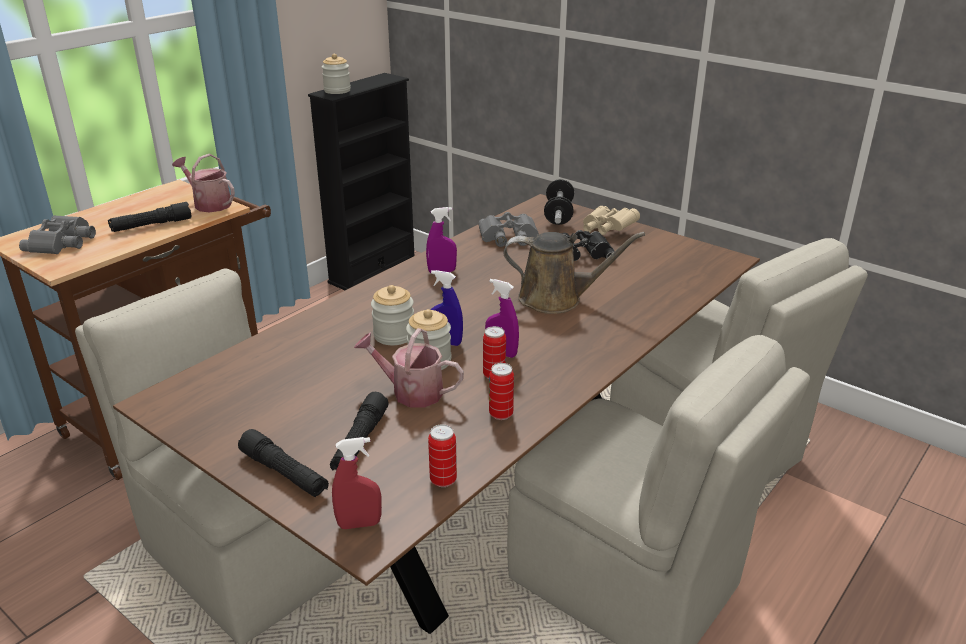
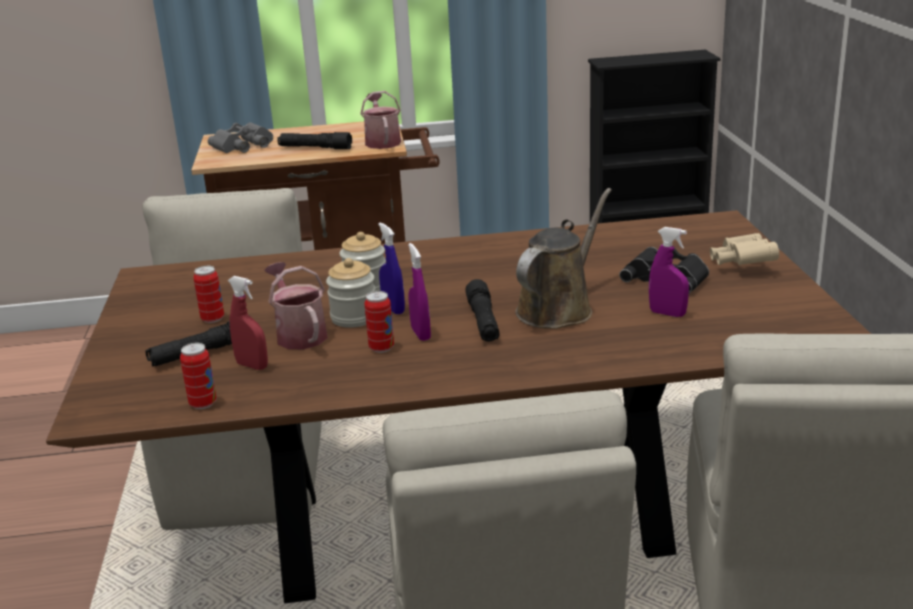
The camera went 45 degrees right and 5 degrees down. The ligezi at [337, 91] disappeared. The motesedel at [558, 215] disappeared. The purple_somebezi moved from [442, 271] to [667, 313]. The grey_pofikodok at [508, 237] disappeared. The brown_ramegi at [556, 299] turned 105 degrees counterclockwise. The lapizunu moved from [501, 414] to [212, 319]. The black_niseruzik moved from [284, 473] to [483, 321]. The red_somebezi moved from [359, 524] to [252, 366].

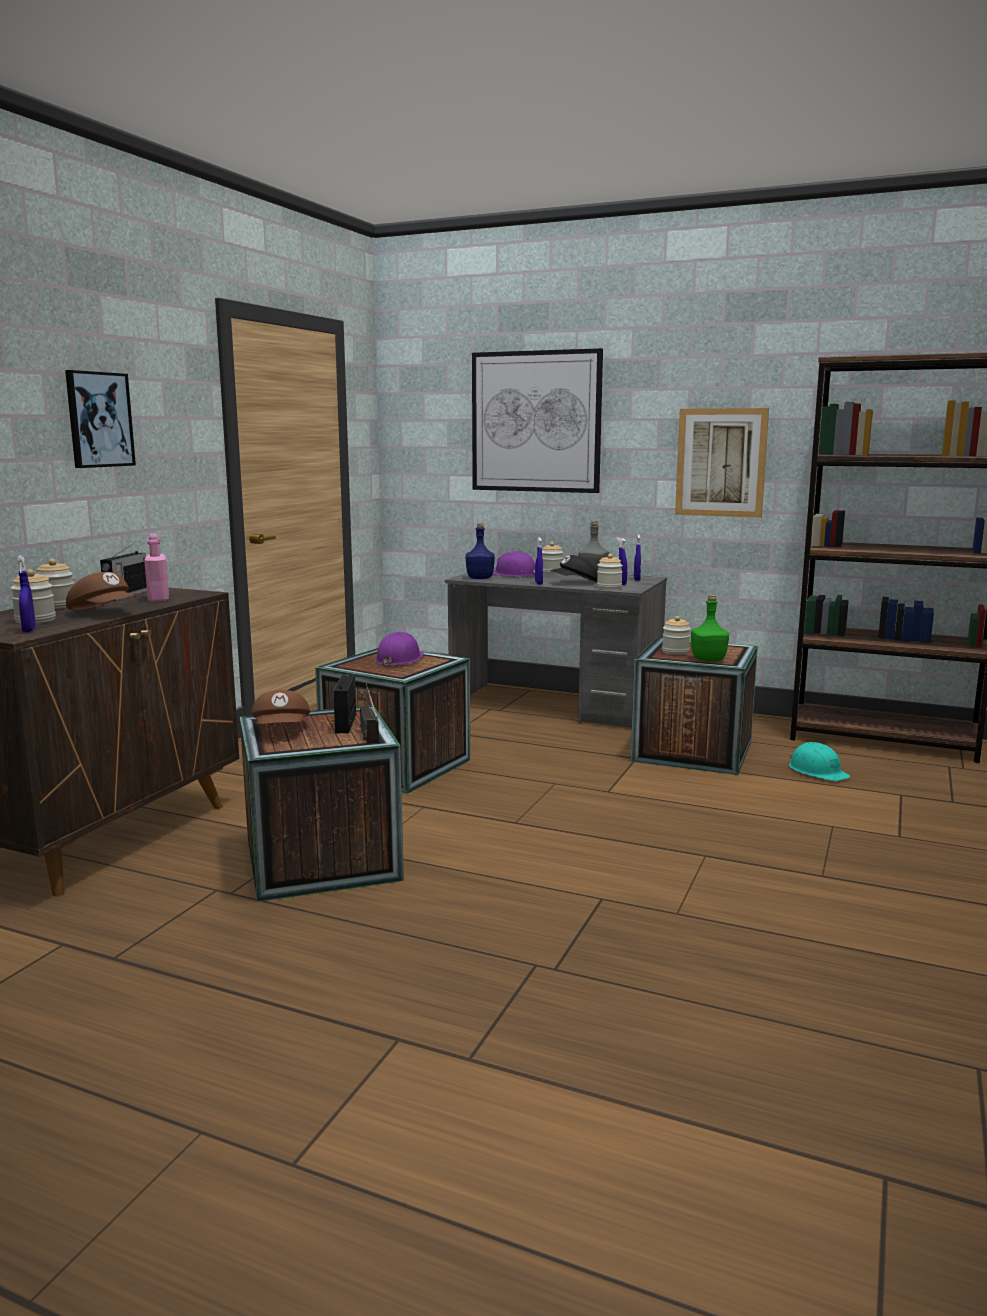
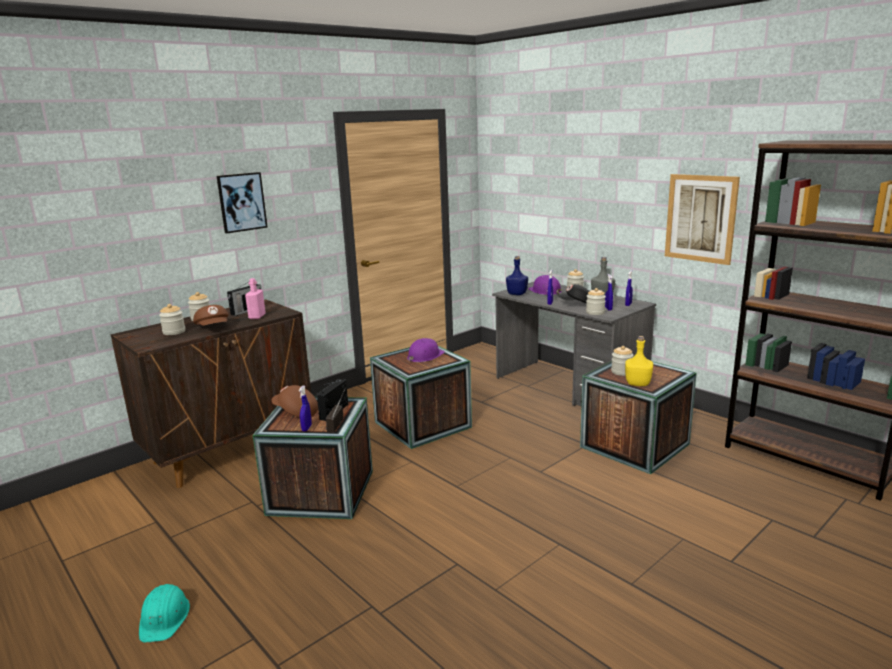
The camera went 25 degrees right and 5 degrees up. The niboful at [536, 422] disappeared. The blue_somebezi moved from [29, 630] to [306, 428]. The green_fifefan at [708, 660] became the yellow_fifefan at [638, 384]. The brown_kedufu at [282, 729] turned 105 degrees clockwise. The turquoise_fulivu moved from [817, 771] to [164, 618].

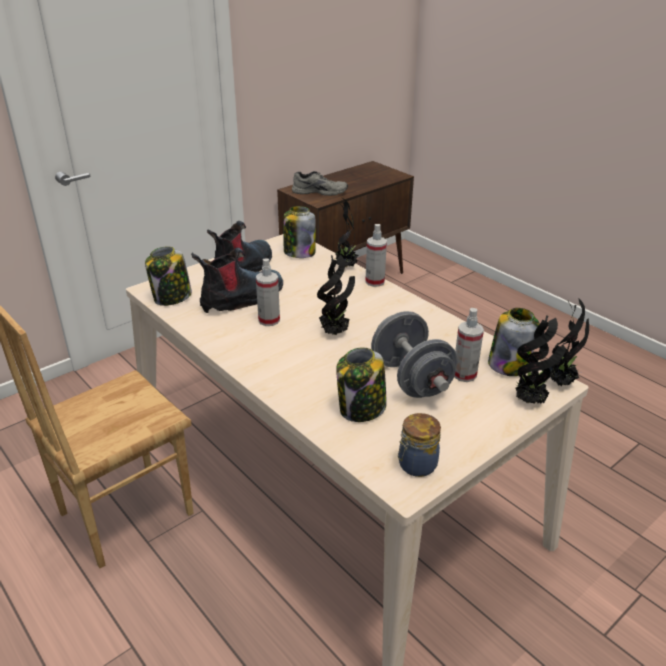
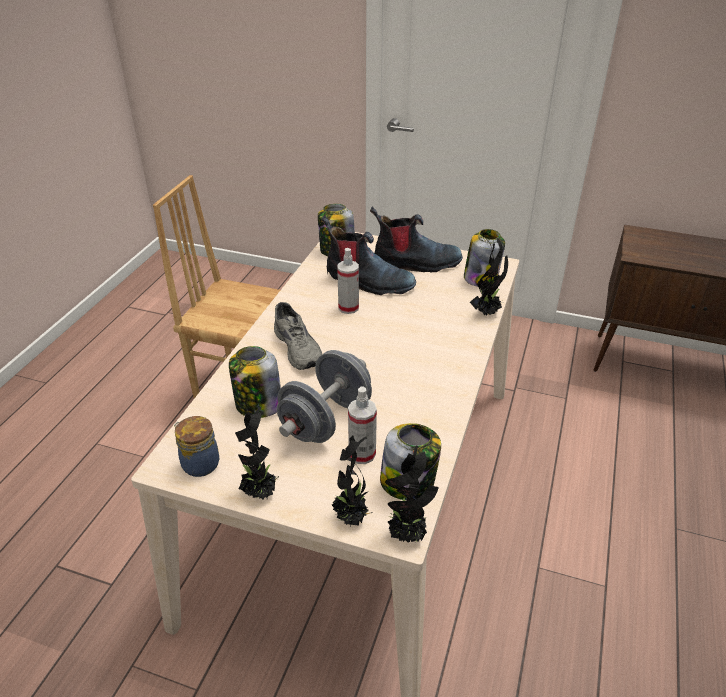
The camera went 60 degrees right and 5 degrees up. The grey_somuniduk moved from [320, 191] to [299, 347]. The somebezi at [375, 282] disappeared. The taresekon moved from [335, 333] to [260, 493].

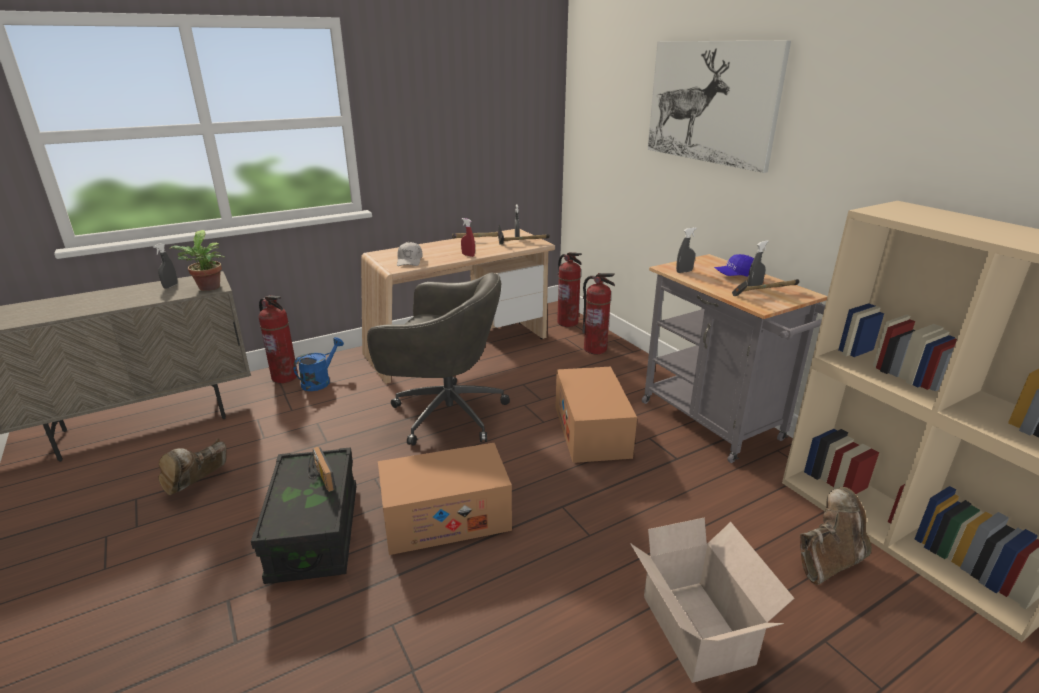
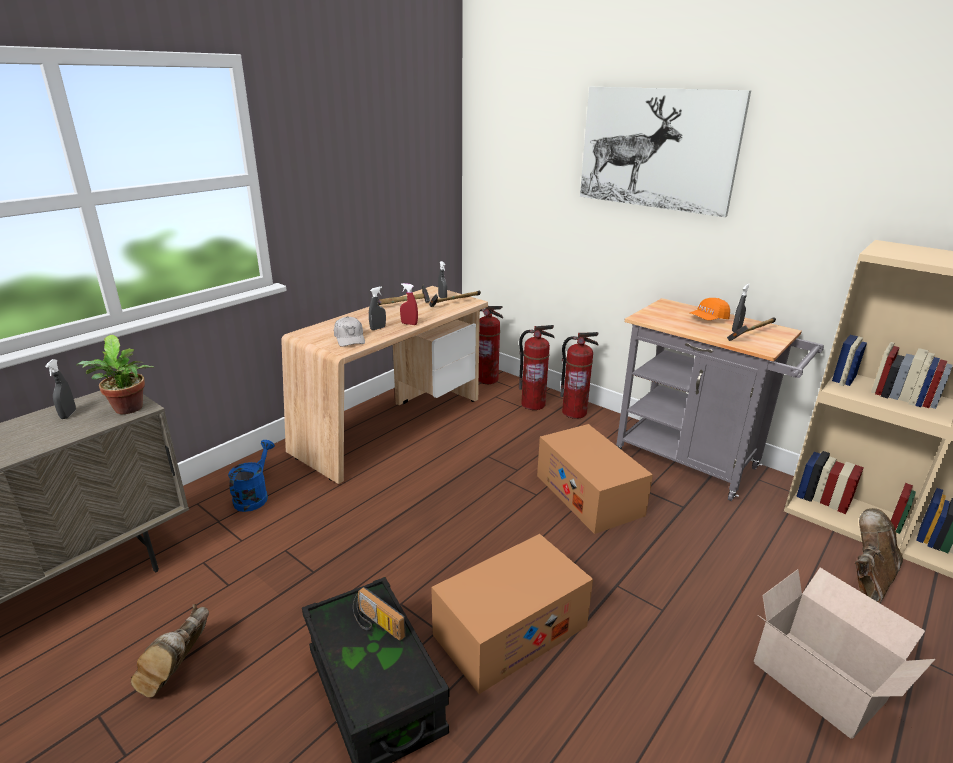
The camera went 20 degrees left and 0 degrees up. The grey_somebezi moved from [684, 271] to [378, 328]. The blue_kedufu at [735, 276] became the orange_kedufu at [708, 319]. The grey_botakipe at [445, 413] disappeared. The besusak moved from [285, 377] to [574, 412].

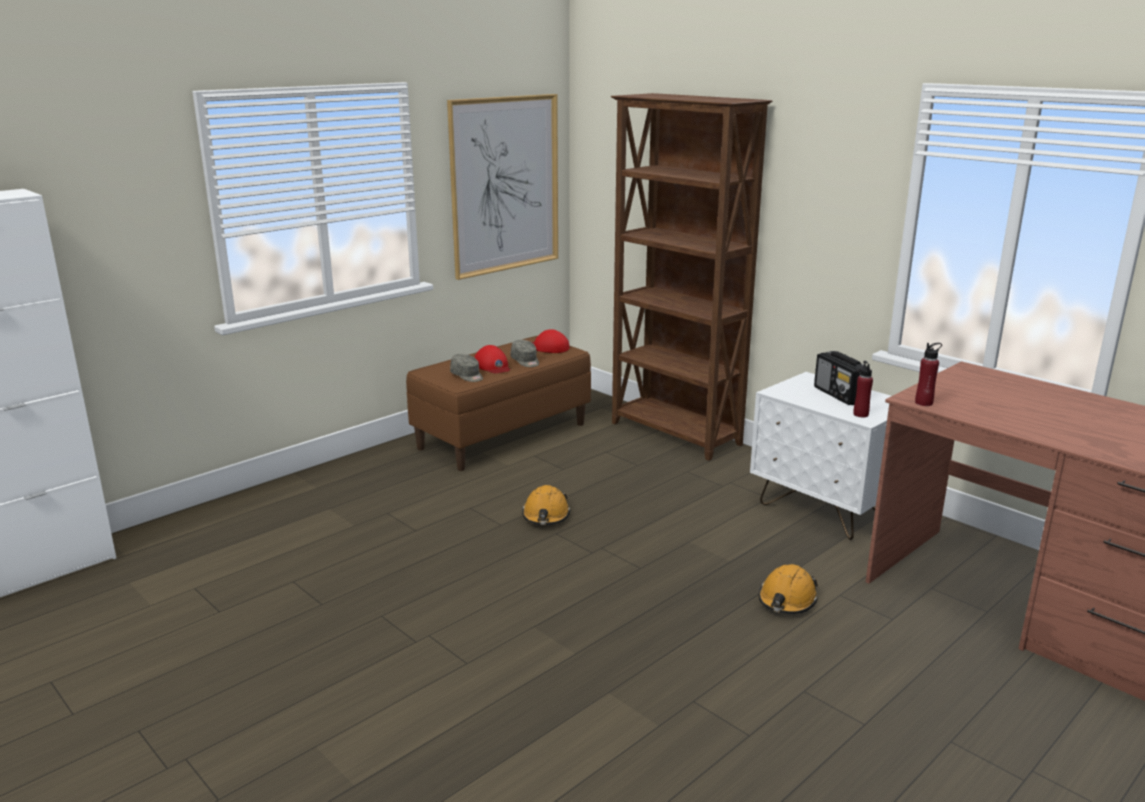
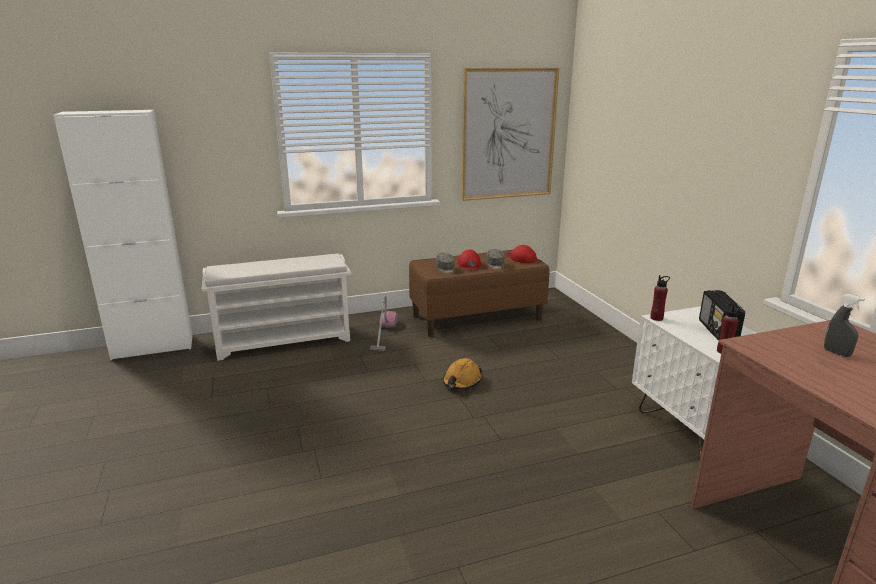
The camera went 25 degrees right and 0 degrees up. The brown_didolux at [675, 434] disappeared. The red_fifefan moved from [924, 403] to [656, 318]. The orange_fulivu at [787, 600] disappeared. The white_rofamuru at [285, 340] appeared. The grey_somebezi at [836, 353] appeared. The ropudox at [384, 334] appeared.

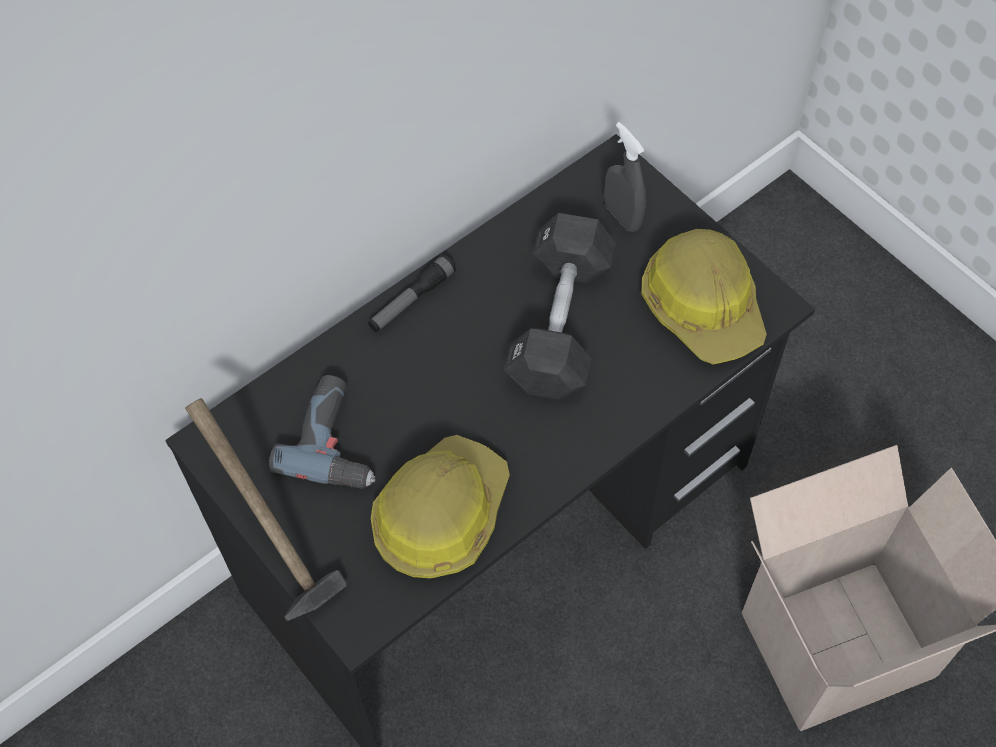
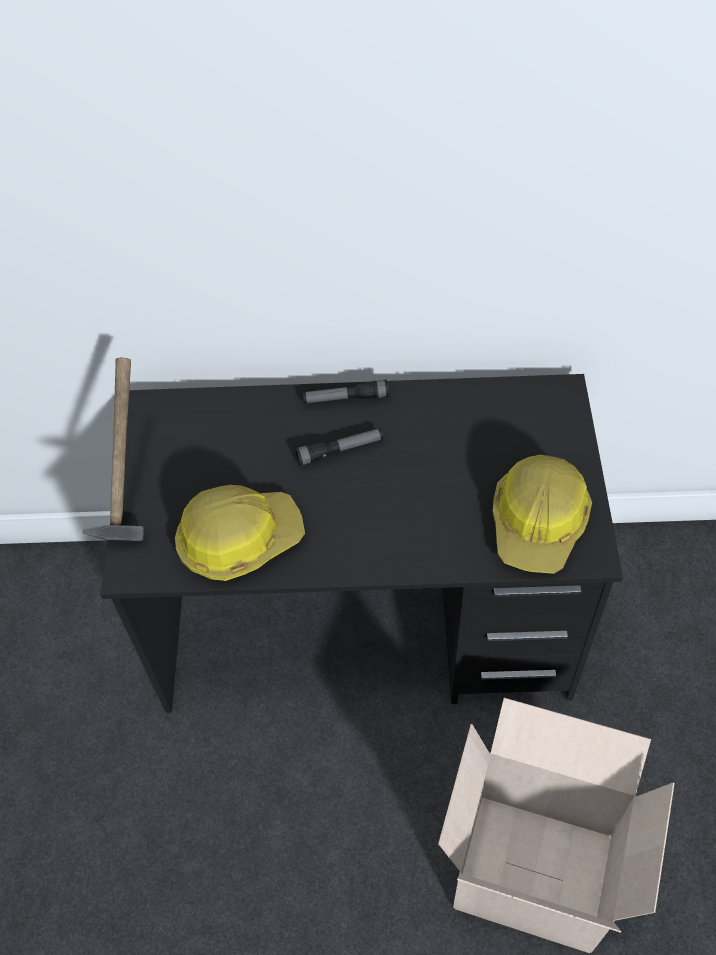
The camera went 40 degrees right and 5 degrees down. The grey_somebezi at [622, 216] disappeared. The black_motesedel at [560, 323] disappeared. The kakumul at [338, 439] disappeared. The niseruzik at [340, 450] appeared.

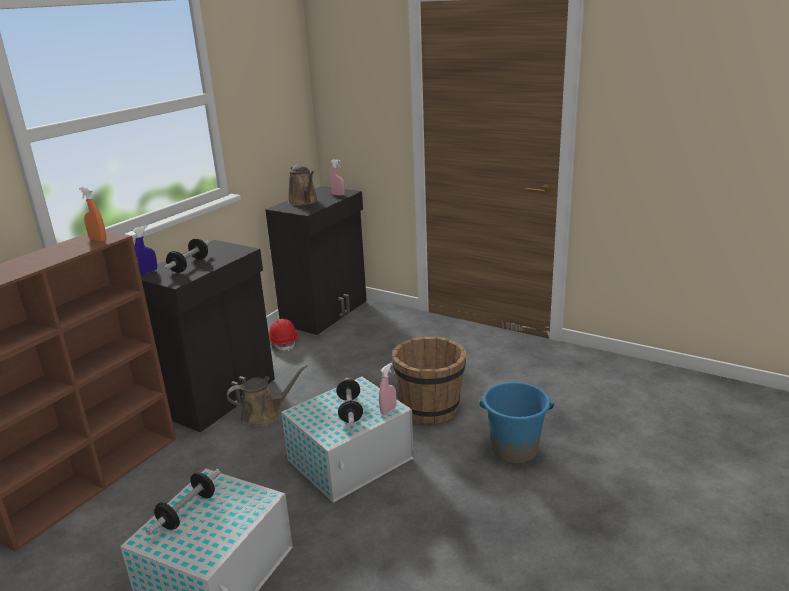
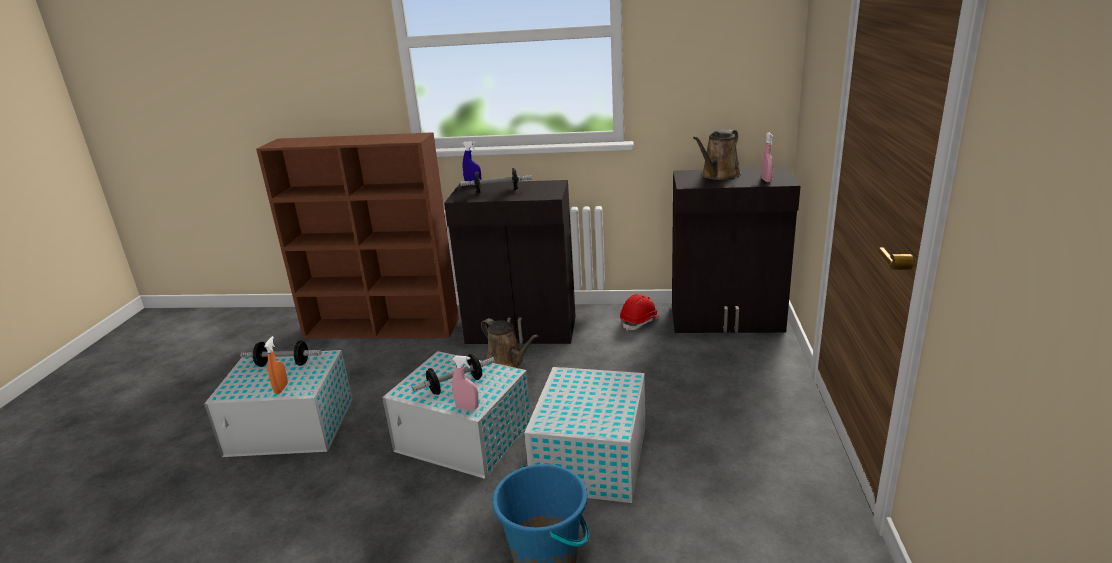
The camera went 65 degrees right and 0 degrees up. The orange_somebezi moved from [98, 240] to [281, 388]. The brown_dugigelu at [430, 408] was replaced by the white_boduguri at [590, 459].

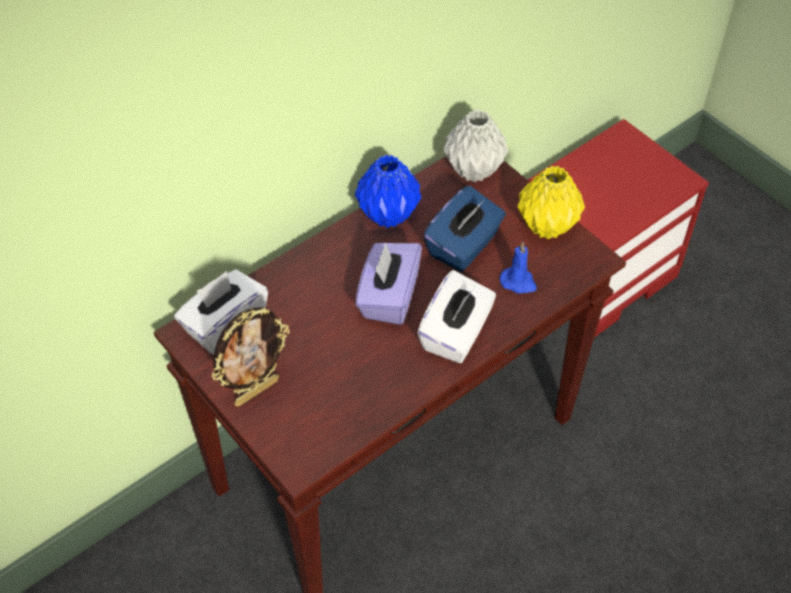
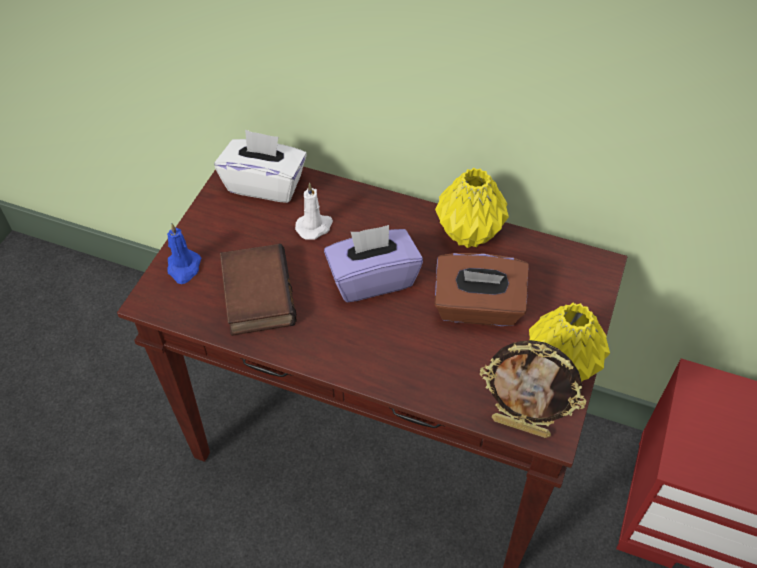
The camera went 60 degrees right and 0 degrees up. The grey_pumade at [473, 169] disappeared. The blue_pumade at [387, 216] became the yellow_pumade at [467, 233]. The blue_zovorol at [464, 246] became the brown_zovorol at [477, 308]. The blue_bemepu moved from [518, 282] to [184, 268]. The white_zovorol at [456, 334] disappeared. The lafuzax moved from [256, 391] to [521, 426]. The white_bemepu at [315, 227] appeared. The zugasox at [255, 294] appeared.

